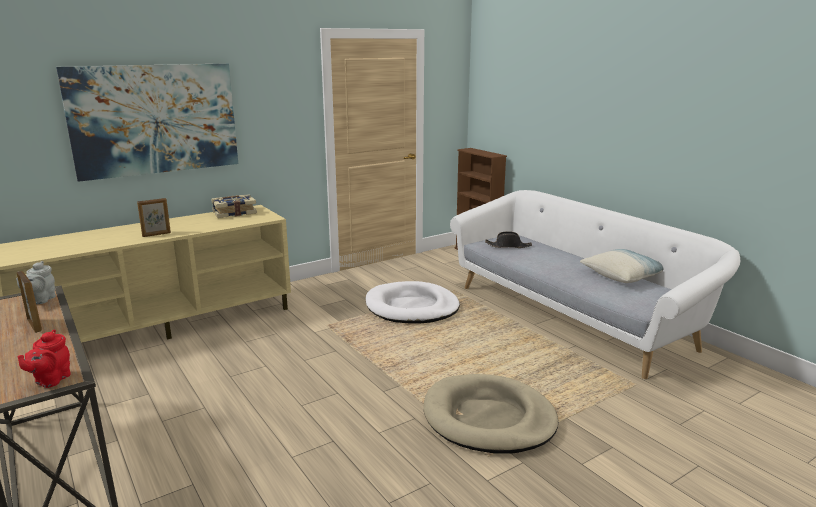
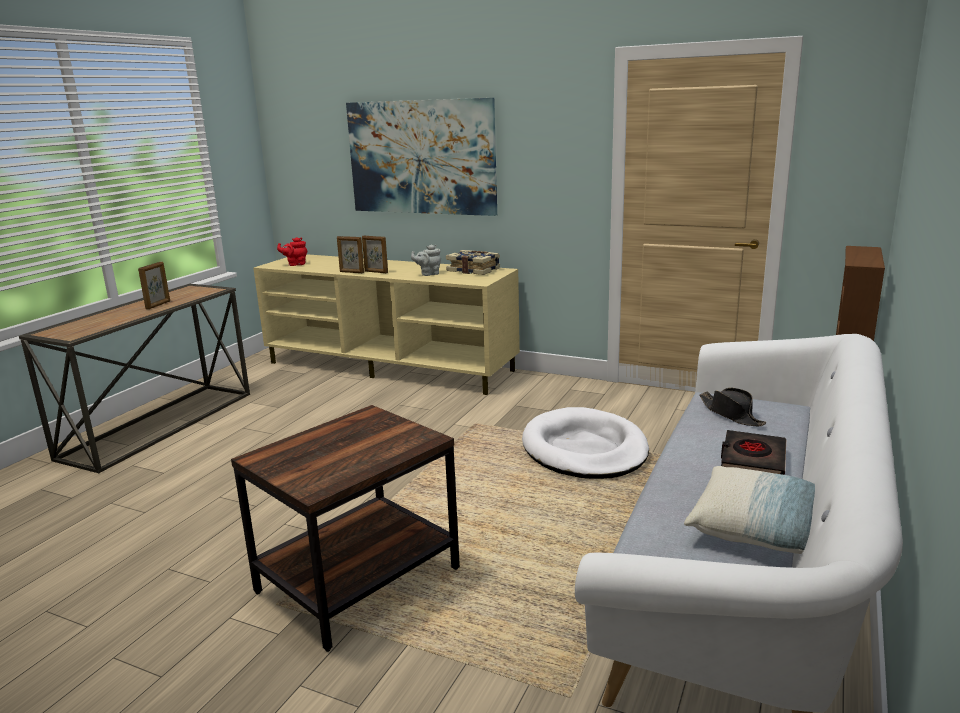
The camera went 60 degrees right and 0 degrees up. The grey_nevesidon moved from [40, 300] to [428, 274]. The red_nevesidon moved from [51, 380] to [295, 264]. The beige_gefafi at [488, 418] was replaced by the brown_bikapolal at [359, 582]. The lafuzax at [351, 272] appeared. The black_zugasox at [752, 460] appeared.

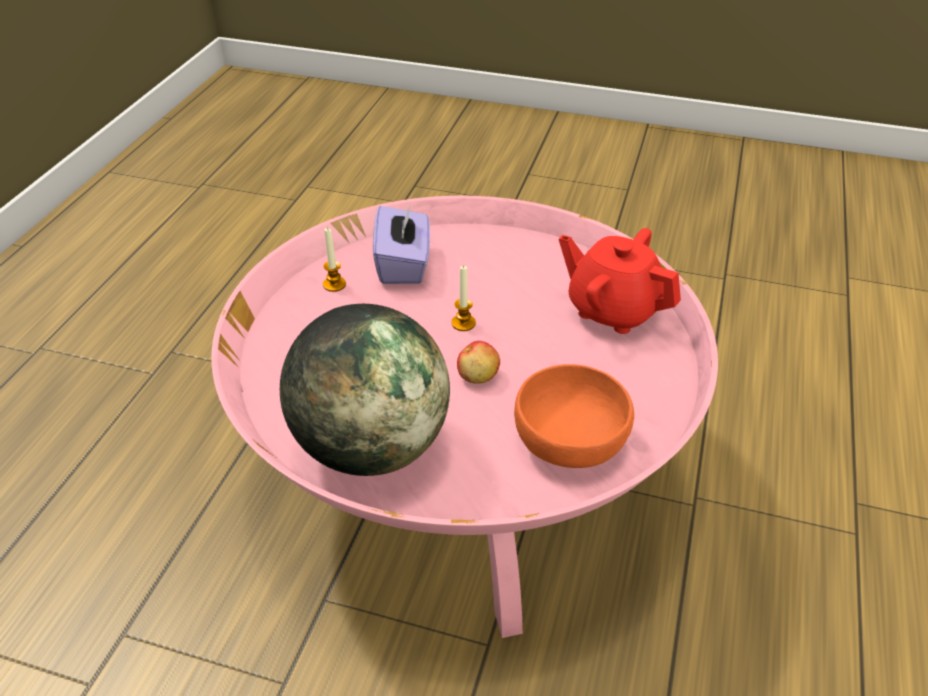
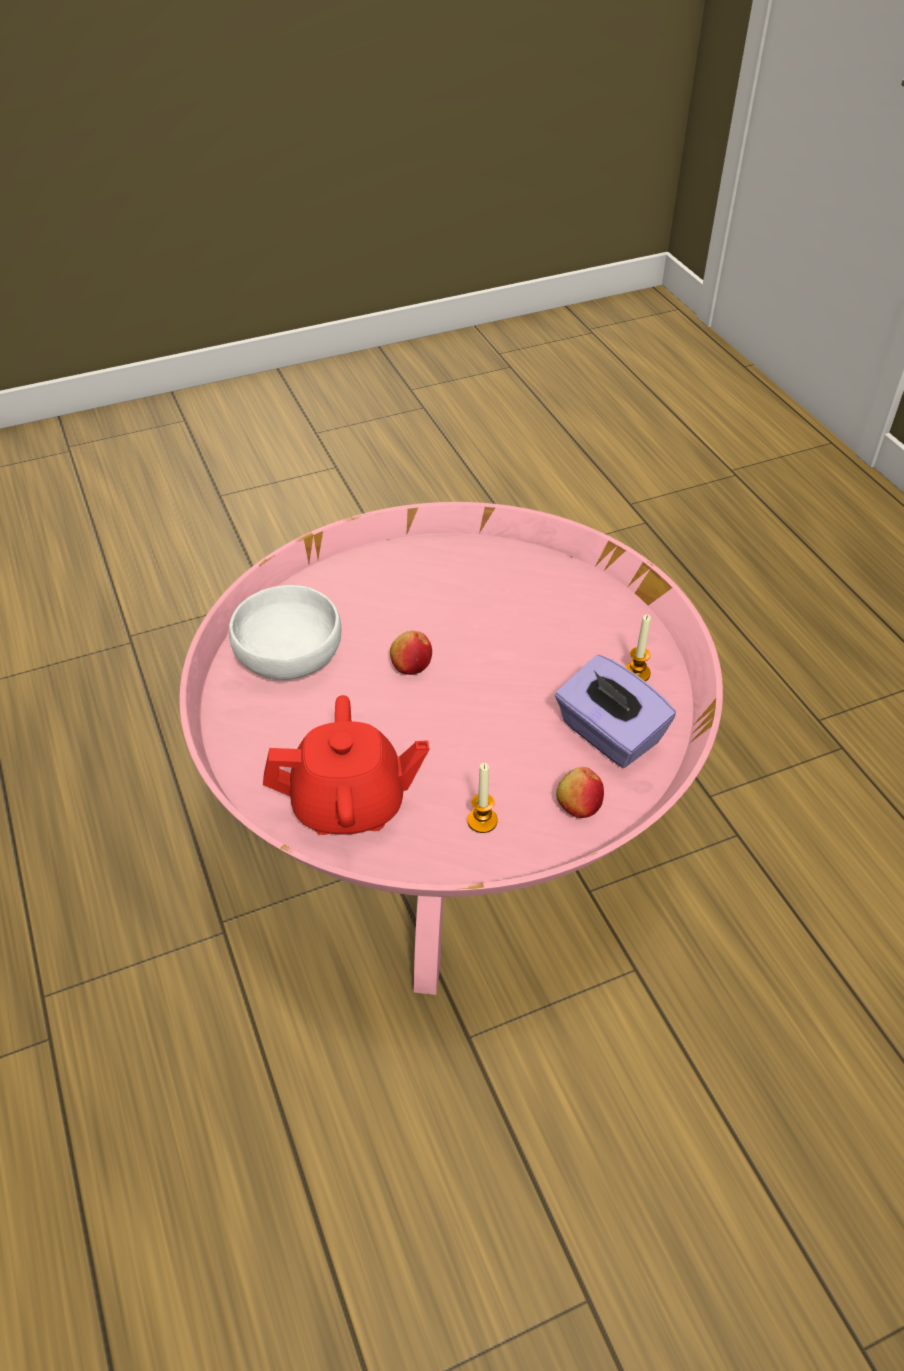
The camera went 140 degrees right and 5 degrees up. The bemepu moved from [463, 323] to [482, 821]. The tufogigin at [370, 447] disappeared. The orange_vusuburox at [569, 439] became the white_vusuburox at [291, 657]. The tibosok at [578, 805] appeared.

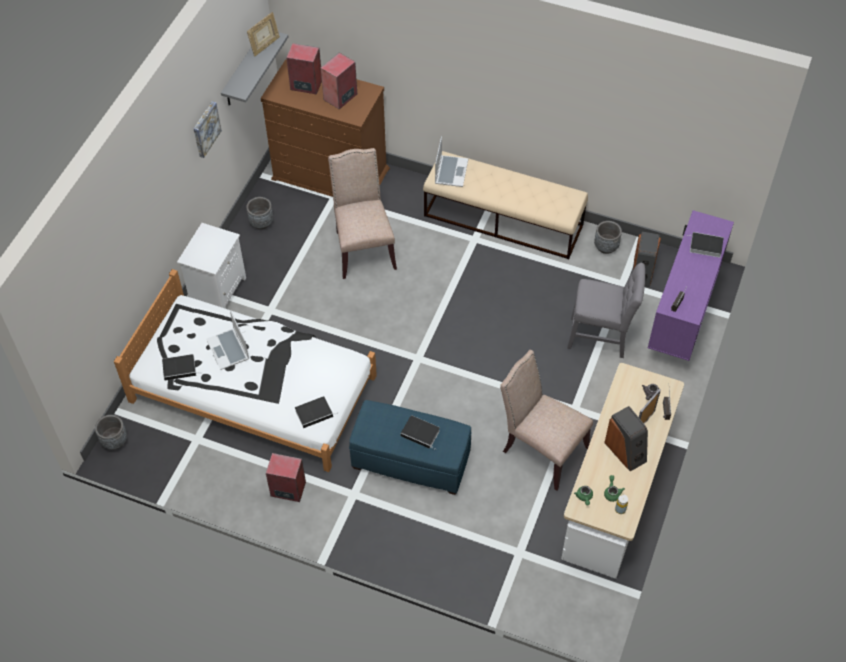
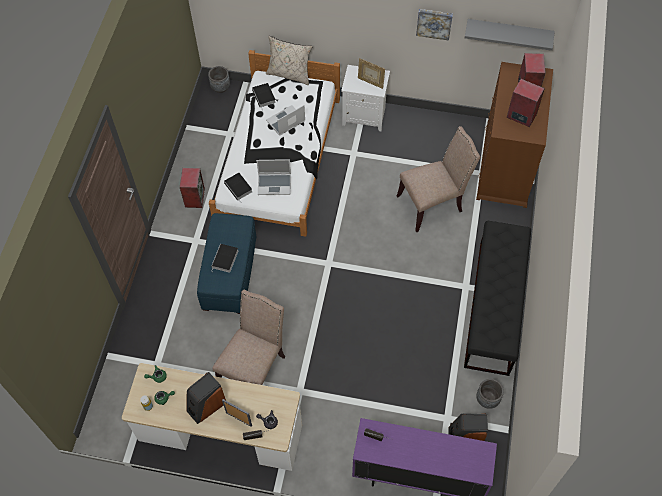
The camera went 80 degrees right and 5 degrees up. The lafuzax moved from [265, 46] to [370, 82]. The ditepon moved from [450, 171] to [275, 184]. The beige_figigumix at [503, 220] became the black_figigumix at [494, 307]. The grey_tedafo at [261, 223] disappeared. The zugasox at [705, 246] disappeared. The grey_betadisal at [601, 337] disappeared. The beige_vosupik at [289, 74] appeared.

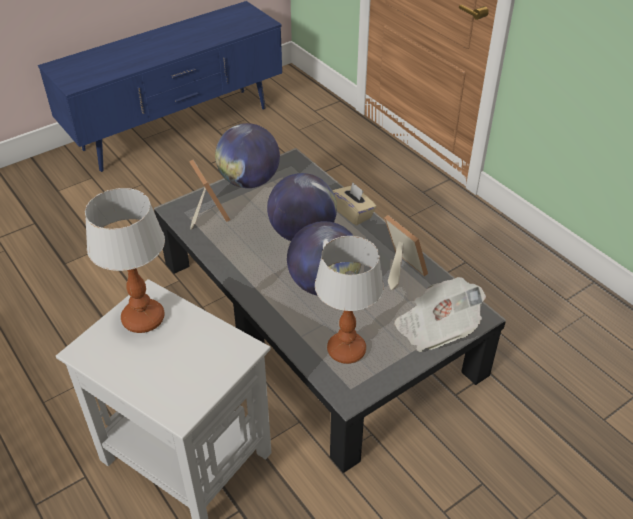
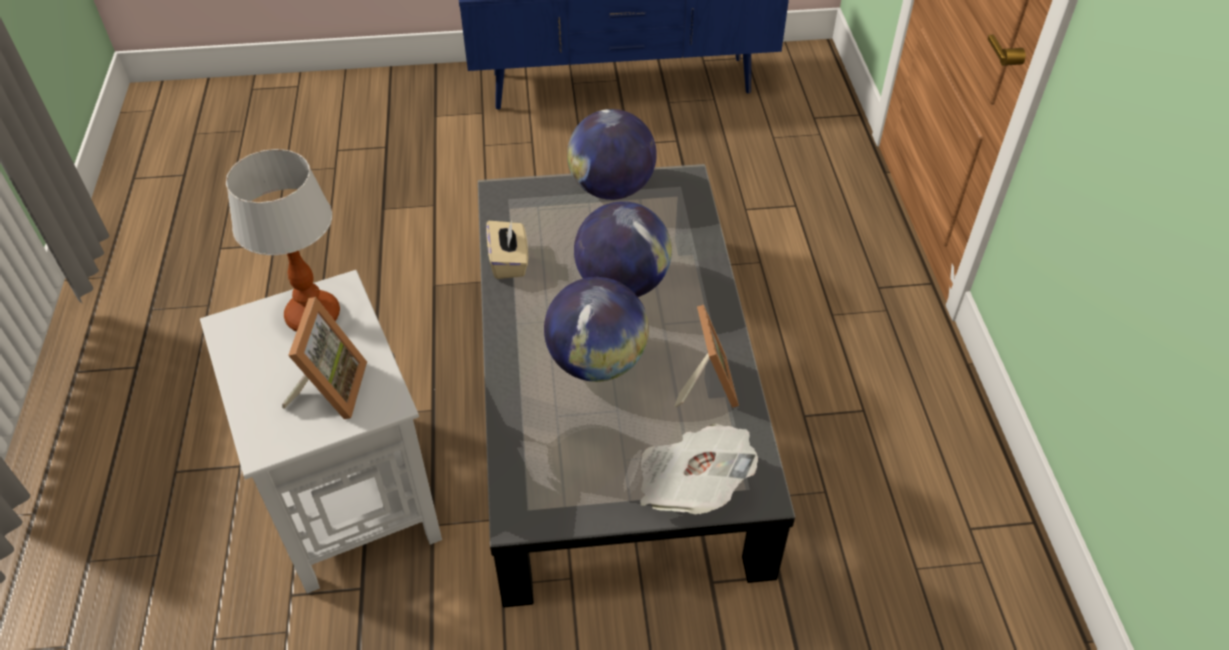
The camera went 30 degrees right and 5 degrees up. The lafuzax moved from [207, 214] to [329, 389]. The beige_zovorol moved from [353, 213] to [509, 262]. The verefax at [346, 350] disappeared.

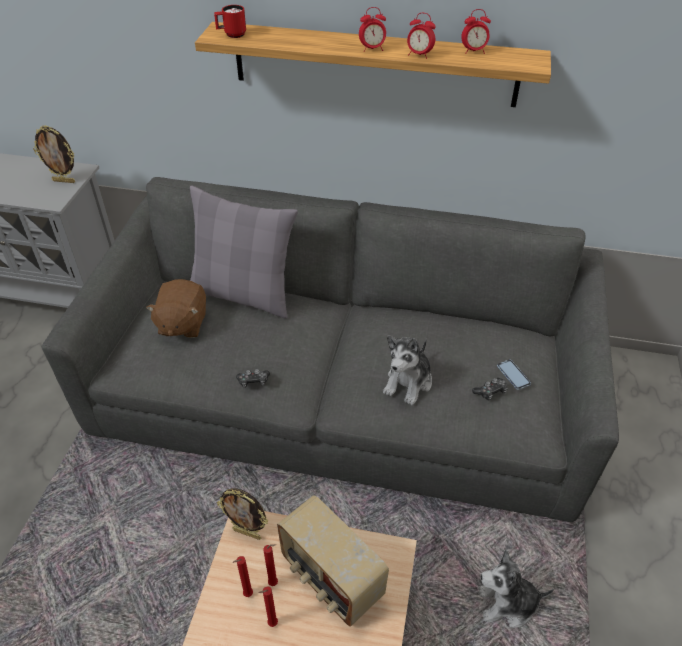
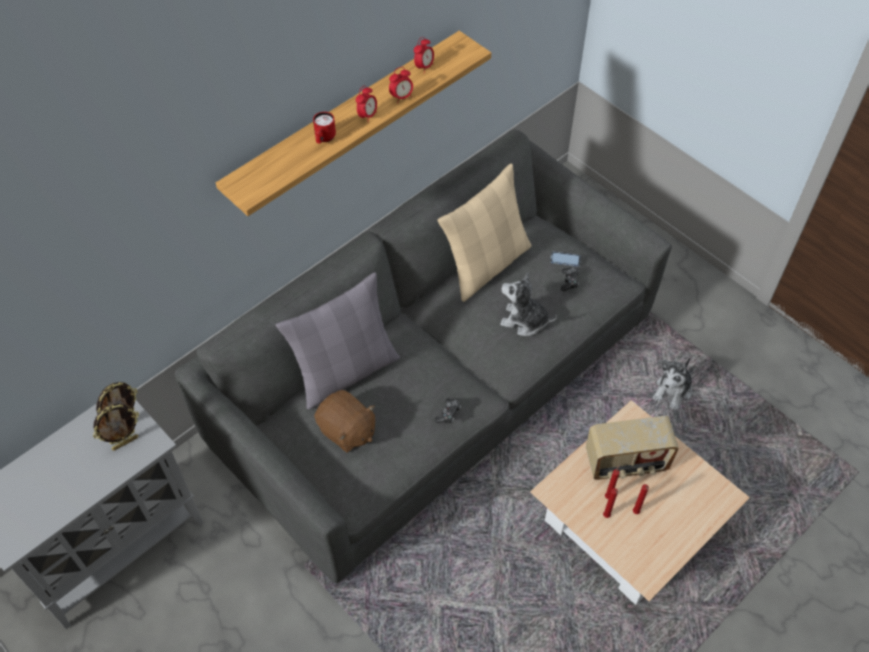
The camera went 55 degrees left and 10 degrees up. The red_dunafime moved from [231, 35] to [324, 139]. The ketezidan at [408, 382] turned 135 degrees clockwise. The lafuzax moved from [247, 533] to [125, 442]. The beige_vosupik at [486, 265] appeared.

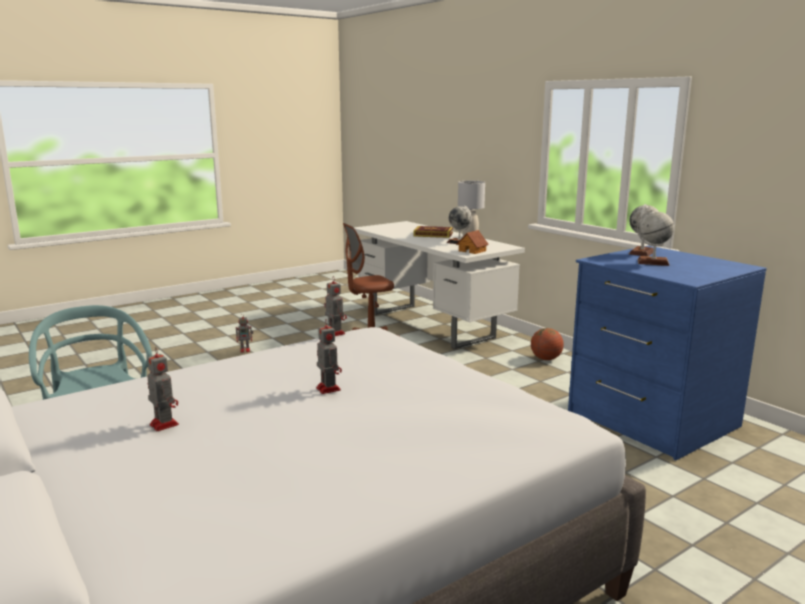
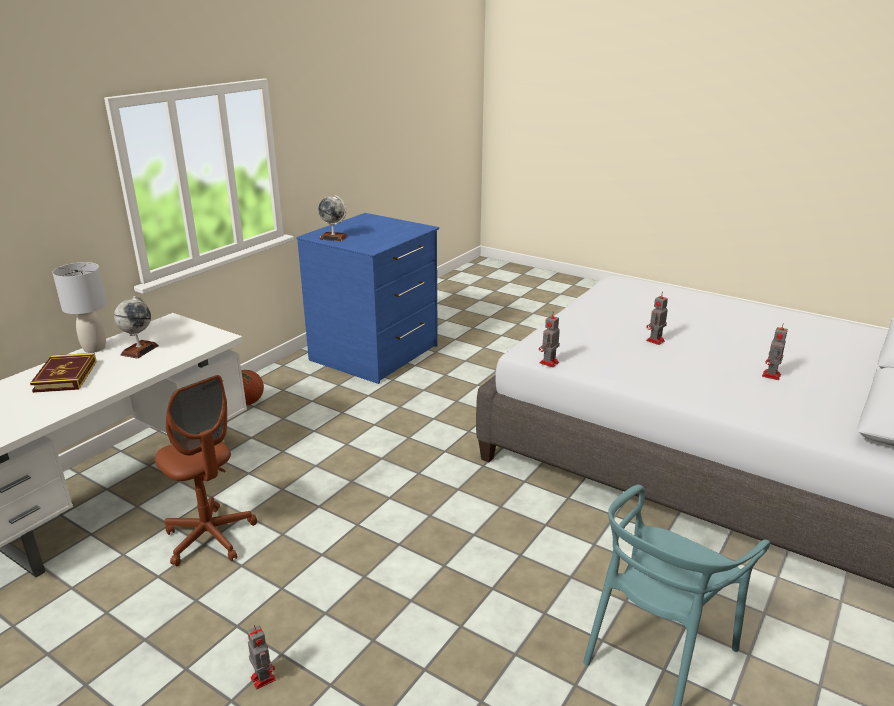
The camera went 110 degrees left and 10 degrees up. The tufogigin at [653, 262] disappeared. The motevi at [472, 251] disappeared.

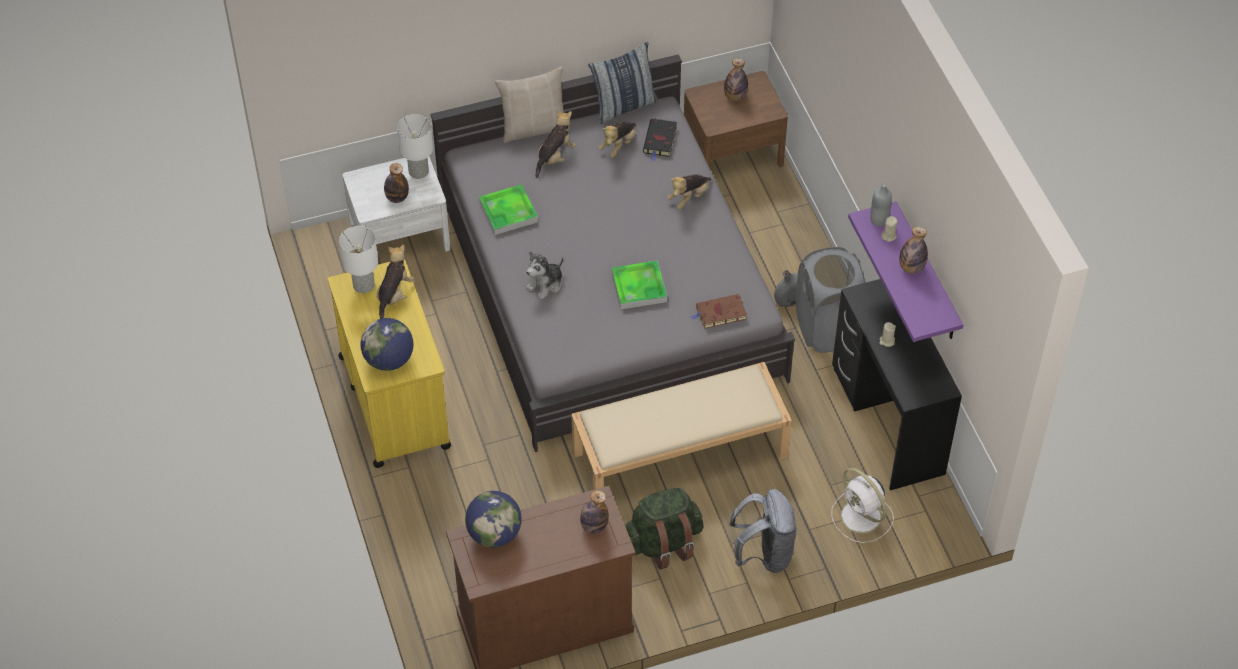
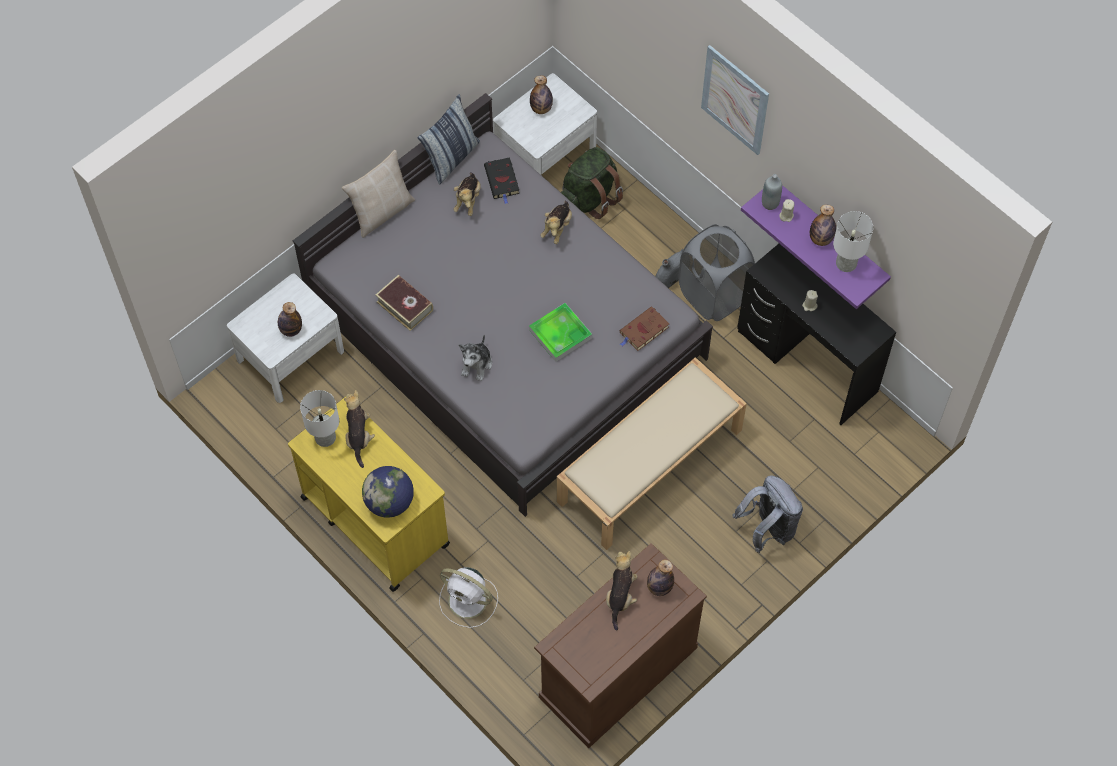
The camera went 25 degrees left and 10 degrees up. The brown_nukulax at [733, 152] became the white_nukulax at [545, 155]. The ketezidan moved from [555, 157] to [620, 596]. The white_verefax moved from [418, 171] to [845, 263]. The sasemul at [508, 212] was replaced by the zugasox at [405, 306]. The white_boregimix moved from [862, 517] to [469, 601]. The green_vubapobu moved from [663, 543] to [589, 198]. The tufogigin at [494, 534] disappeared. The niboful at [735, 100] appeared.

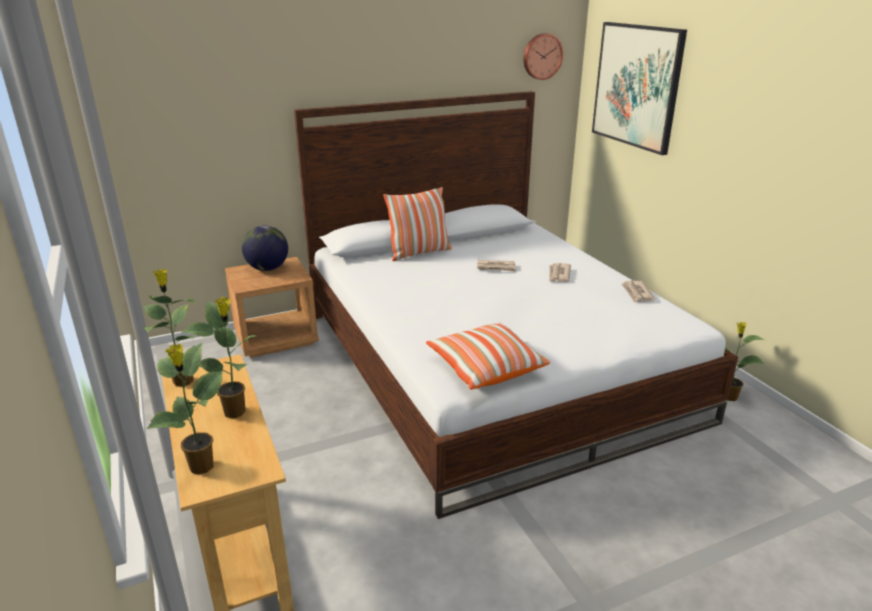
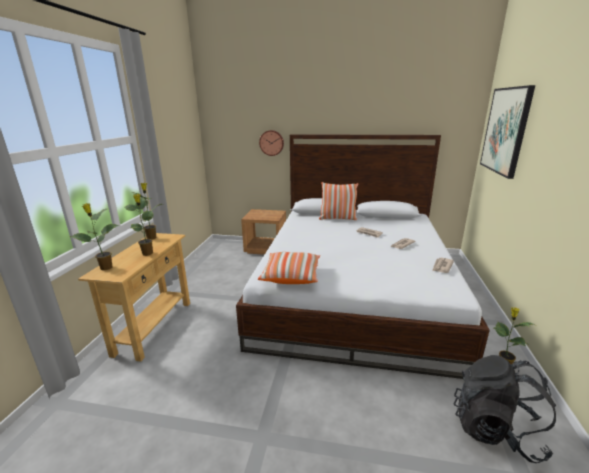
The camera went 35 degrees right and 5 degrees down. The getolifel moved from [541, 56] to [271, 143]. The tufogigin at [267, 269] disappeared. The black_vubapobu at [495, 430] appeared.

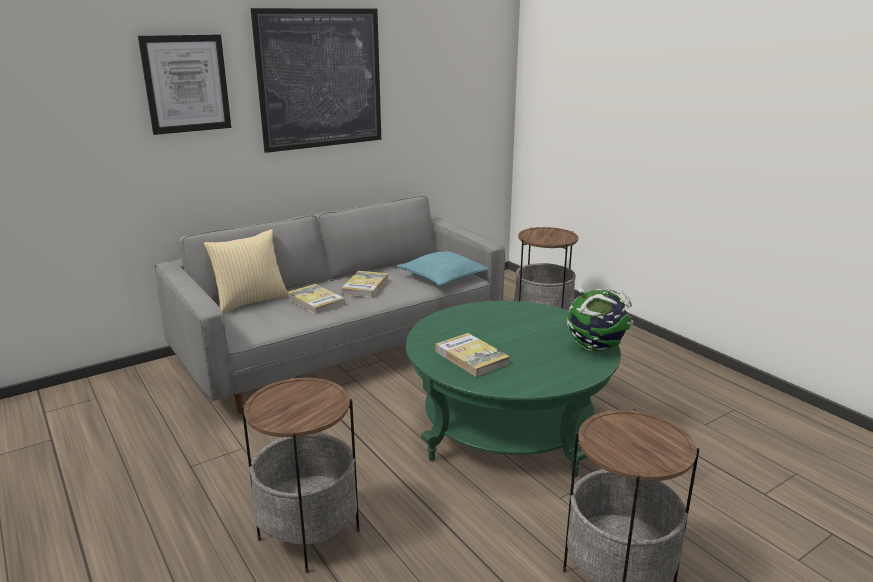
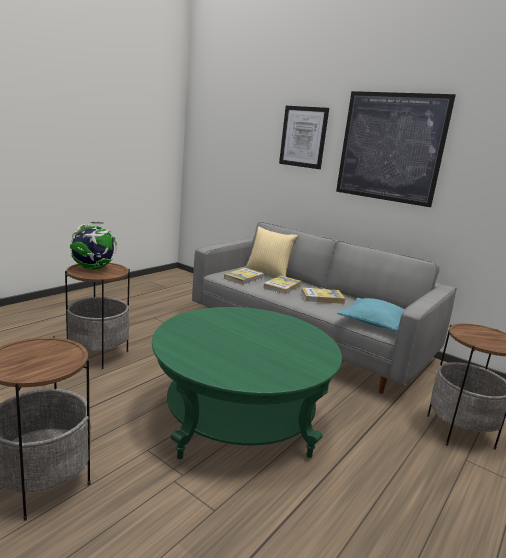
The camera went 70 degrees right and 5 degrees down. The tufogigin moved from [596, 348] to [93, 269]. The zugasox moved from [471, 357] to [244, 278].

